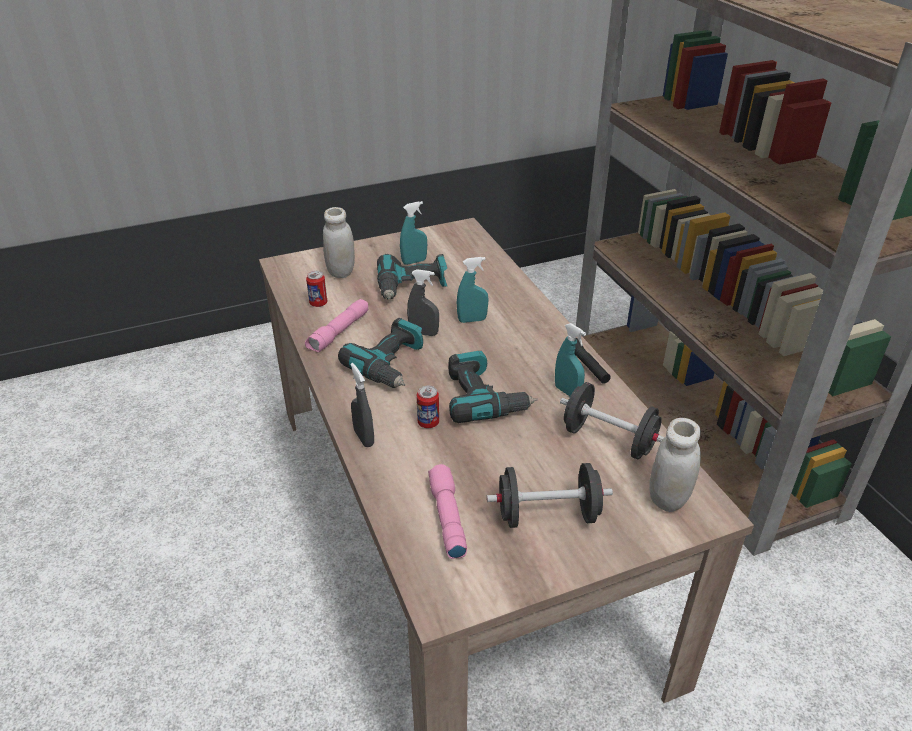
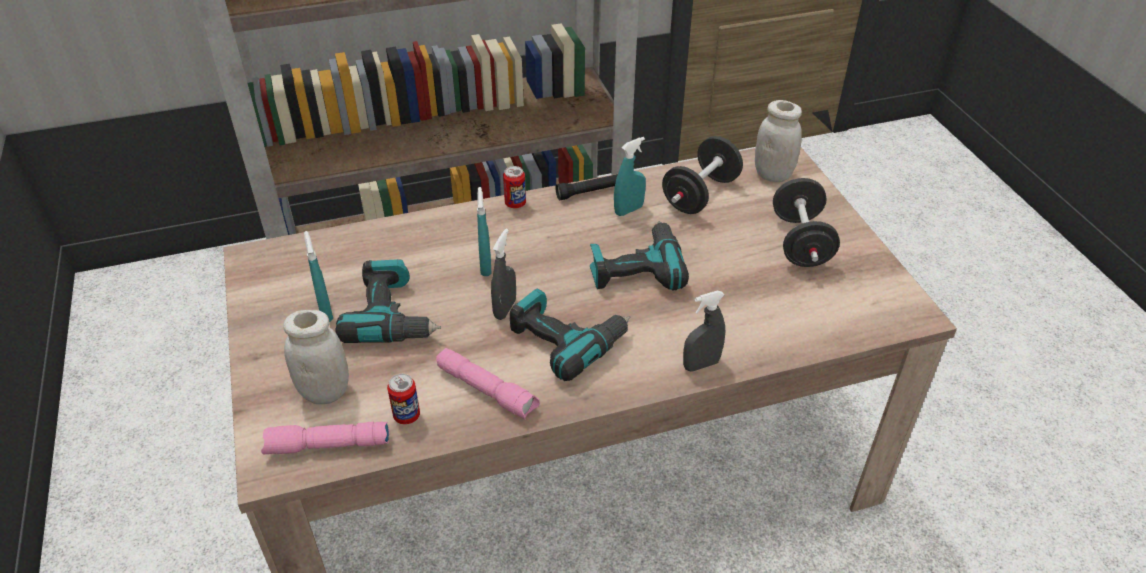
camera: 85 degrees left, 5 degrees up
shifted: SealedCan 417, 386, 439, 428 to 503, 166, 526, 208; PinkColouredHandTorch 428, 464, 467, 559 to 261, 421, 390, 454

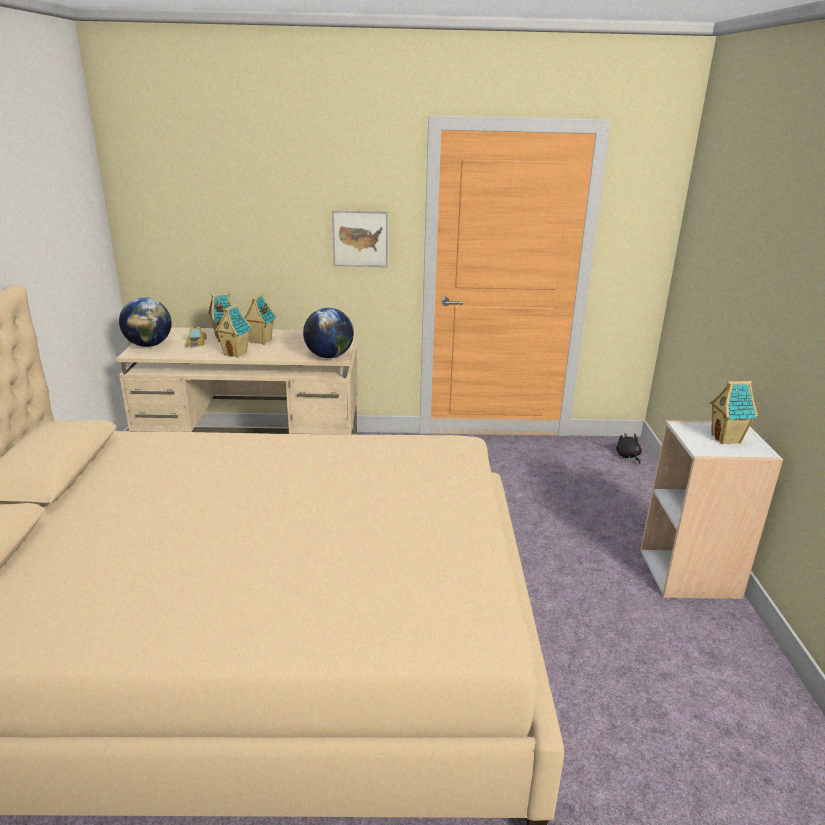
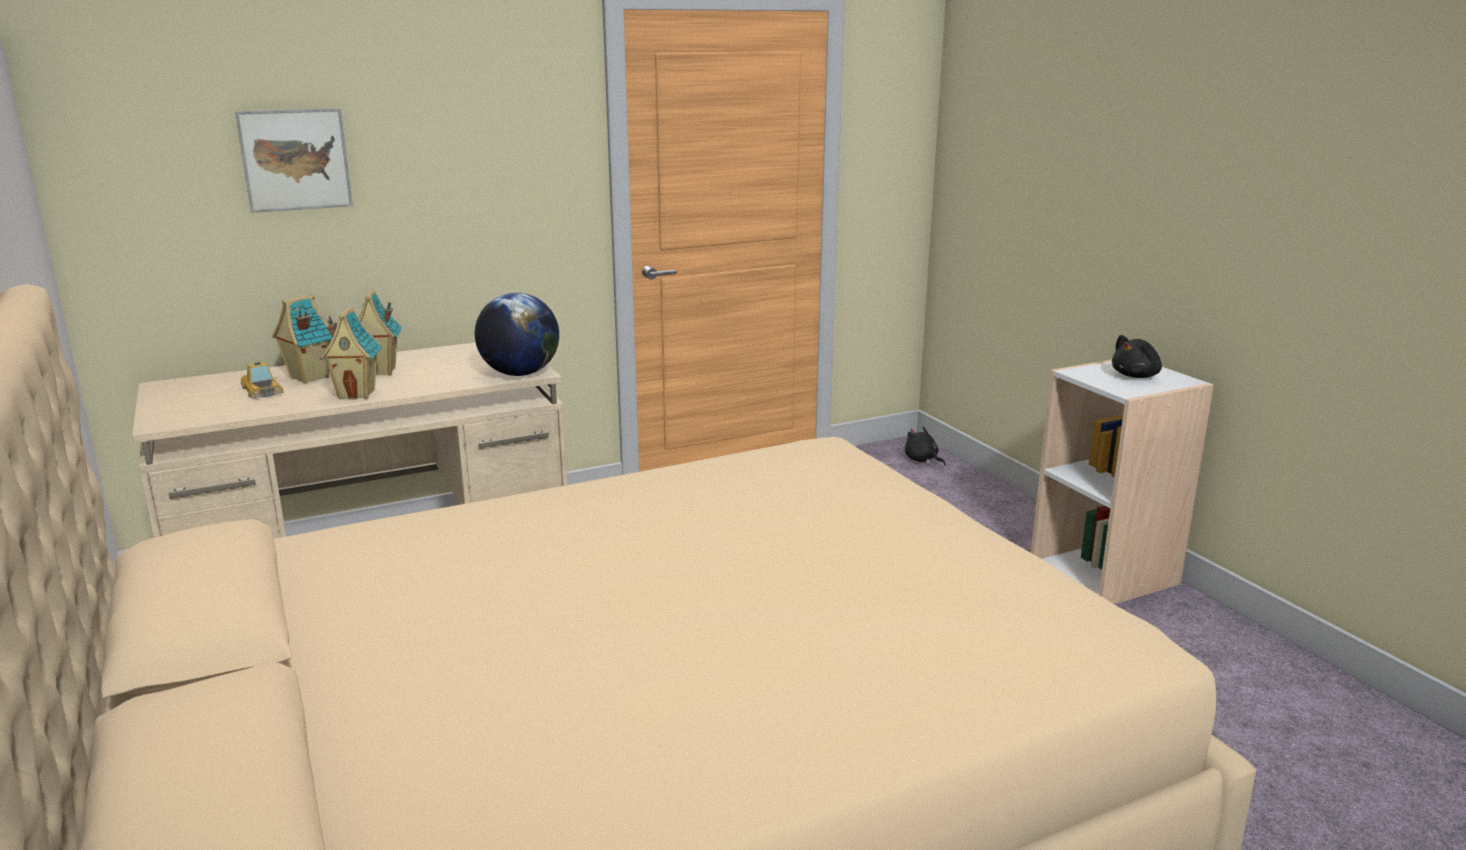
camera: 25 degrees left, 5 degrees down
gone: Globe 119, 297, 172, 347
shifted: WallPicture 332, 210, 388, 267 to 235, 108, 353, 213
swapped: ToyHouse 710, 381, 758, 444 to BlackColouredCuddlyToy 1112, 335, 1162, 378

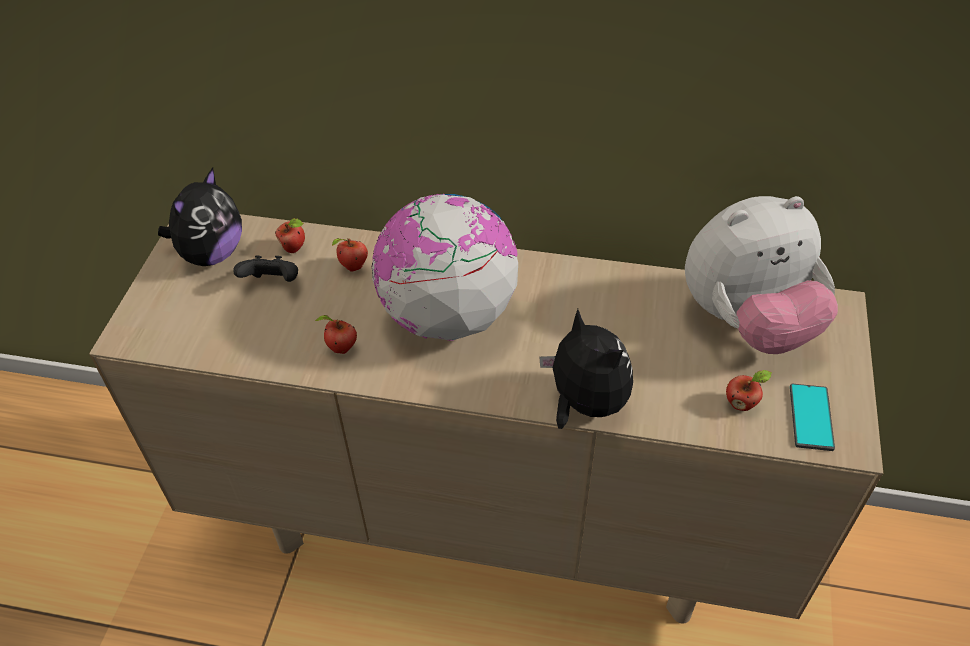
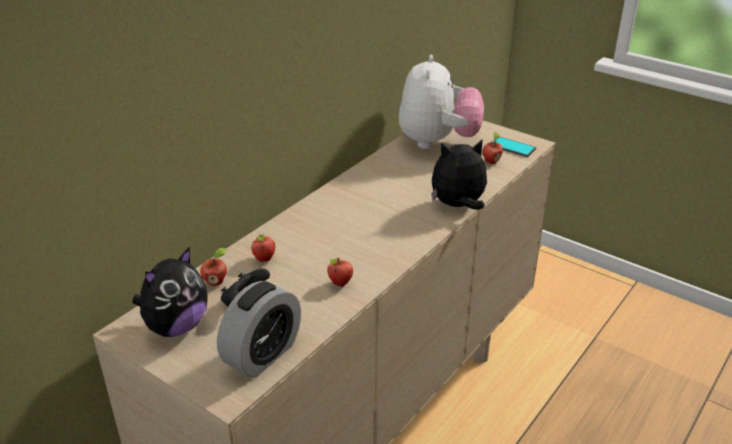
camera: 65 degrees left, 15 degrees down
gone: Globe 372, 194, 518, 341
new: AlarmClock 217, 281, 301, 378
rotated: CuddlyToy 158, 167, 242, 266 = 132, 247, 208, 337 75 degrees clockwise

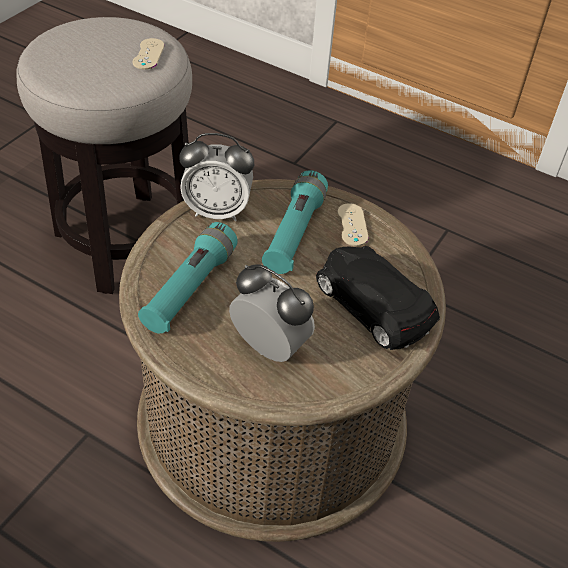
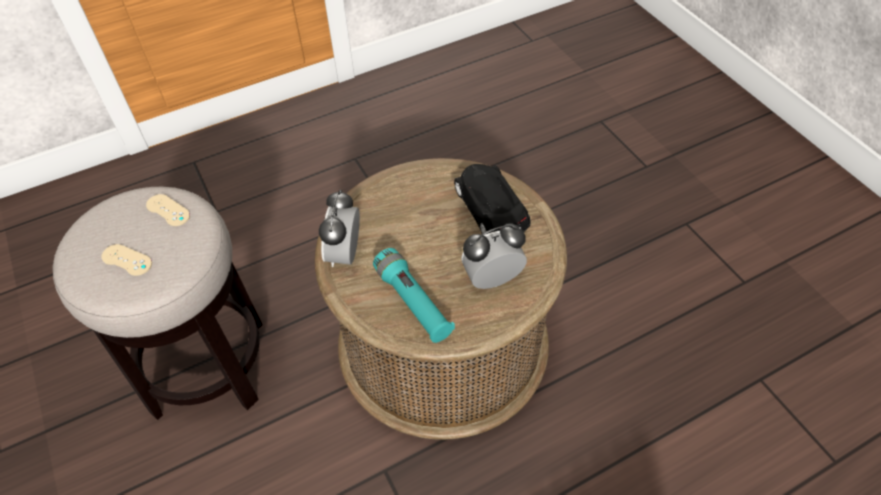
camera: 55 degrees left, 5 degrees up
gone: TurquoiseColouredHandTorch 262, 170, 328, 274
shifted: BeigeGameController 337, 203, 368, 246 to 101, 244, 152, 276
rotated: AlarmClock 179, 133, 254, 221 = 319, 189, 360, 267 150 degrees clockwise; BlackColouredModelCar 316, 246, 440, 350 = 454, 164, 531, 235 75 degrees clockwise

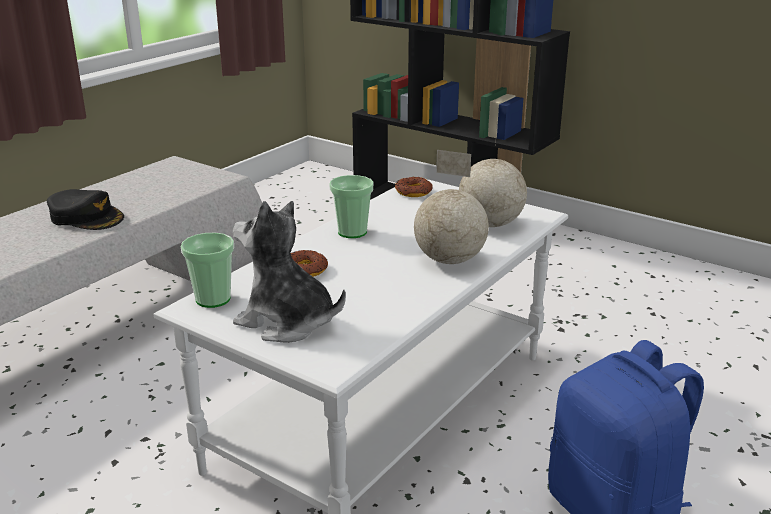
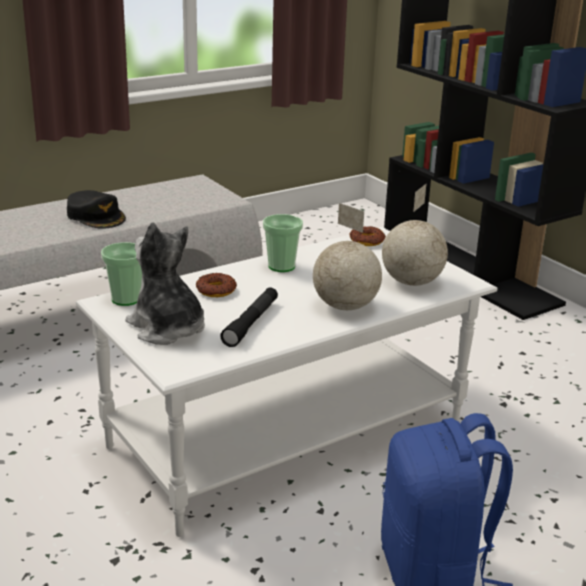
camera: 20 degrees right, 0 degrees up
new: BlackColouredHandTorch 220, 287, 278, 347

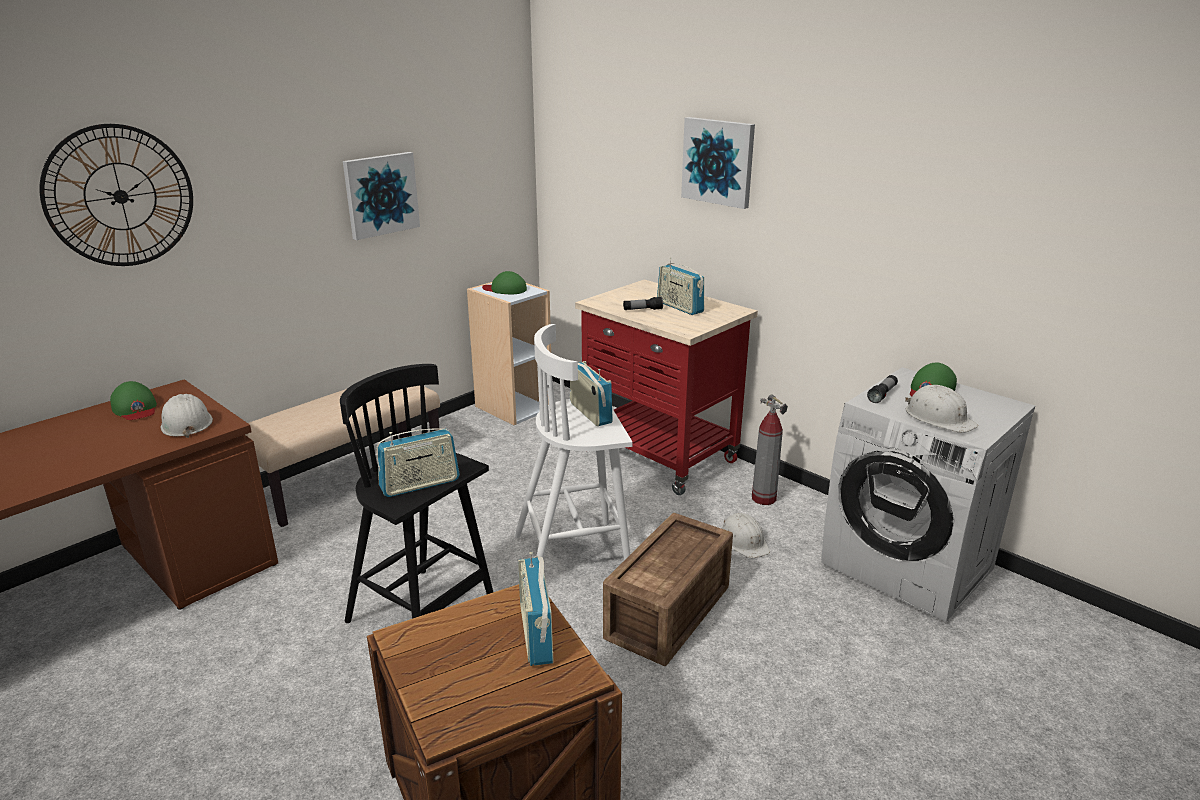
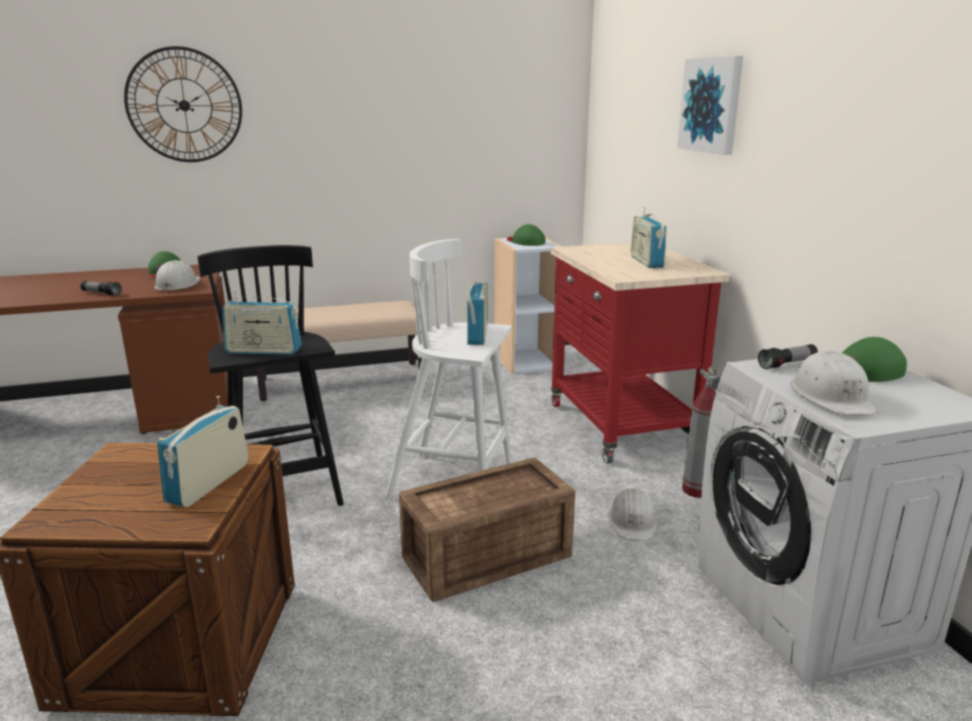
camera: 30 degrees right, 5 degrees down
gone: WallPicture 343, 152, 420, 240
shifted: HandTorch 623, 297, 663, 310 to 80, 281, 121, 296

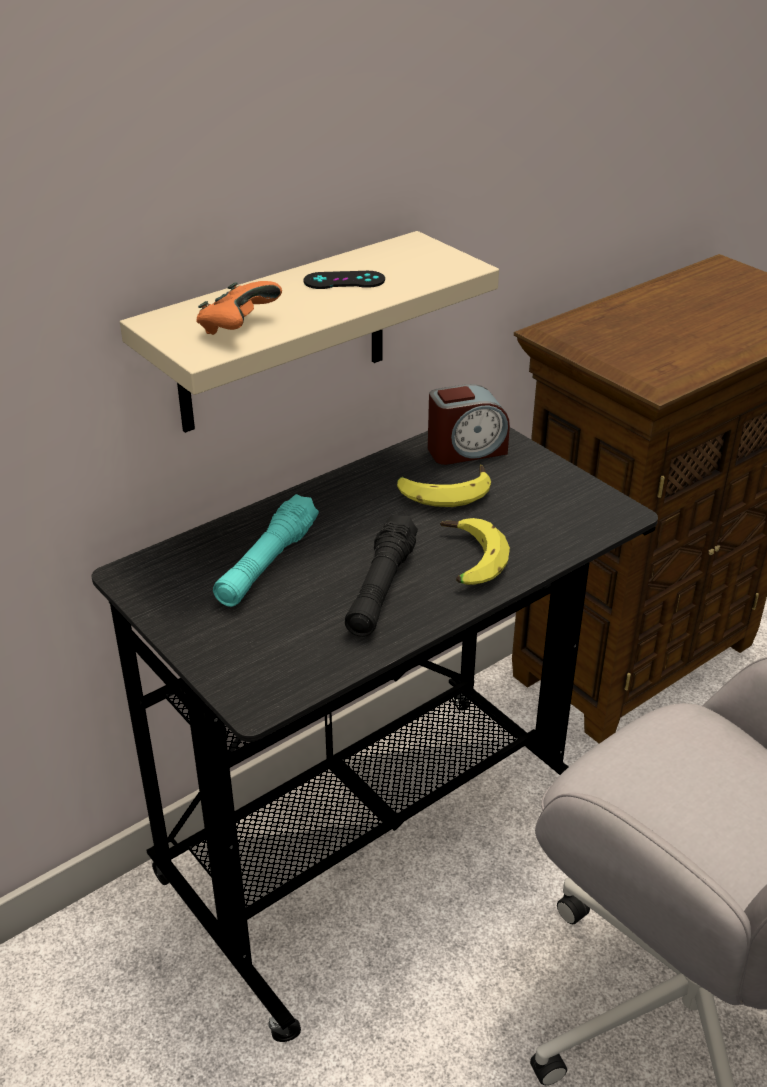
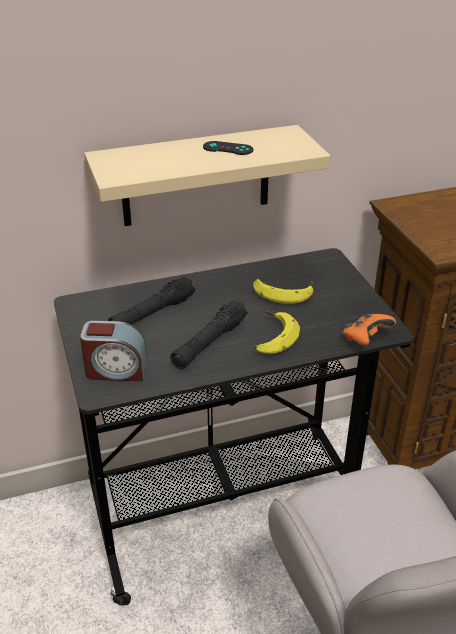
camera: 20 degrees right, 0 degrees up
shifted: OrangeGameController 196, 281, 282, 335 to 343, 314, 396, 345; AlarmClock 428, 384, 510, 465 to 80, 321, 147, 381
repainted: TurquoiseColouredHandTorch 213, 494, 319, 607 to BlackColouredHandTorch 108, 276, 195, 325

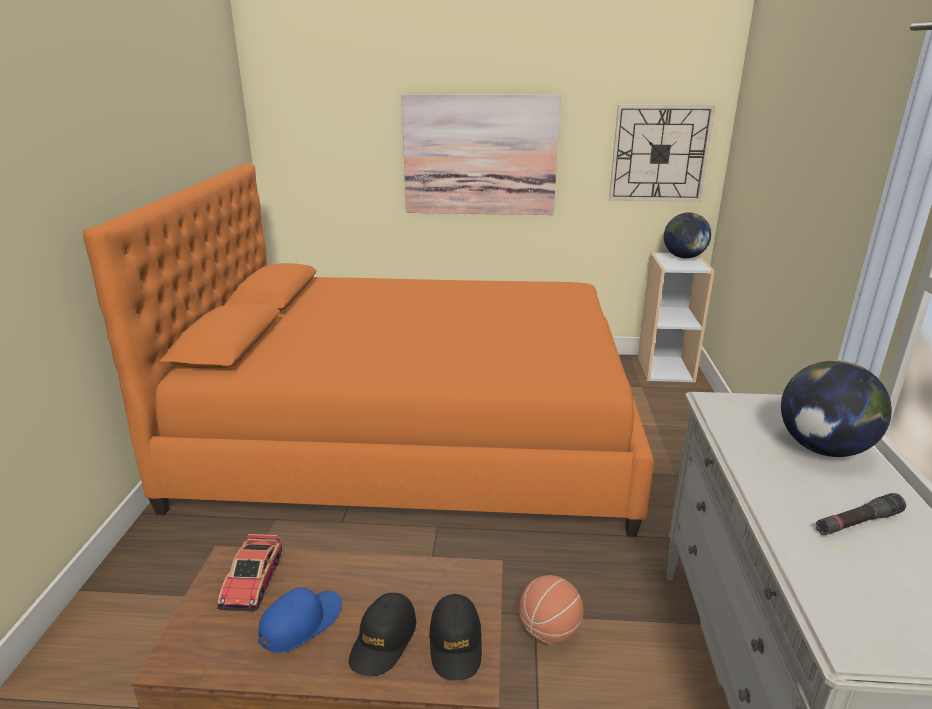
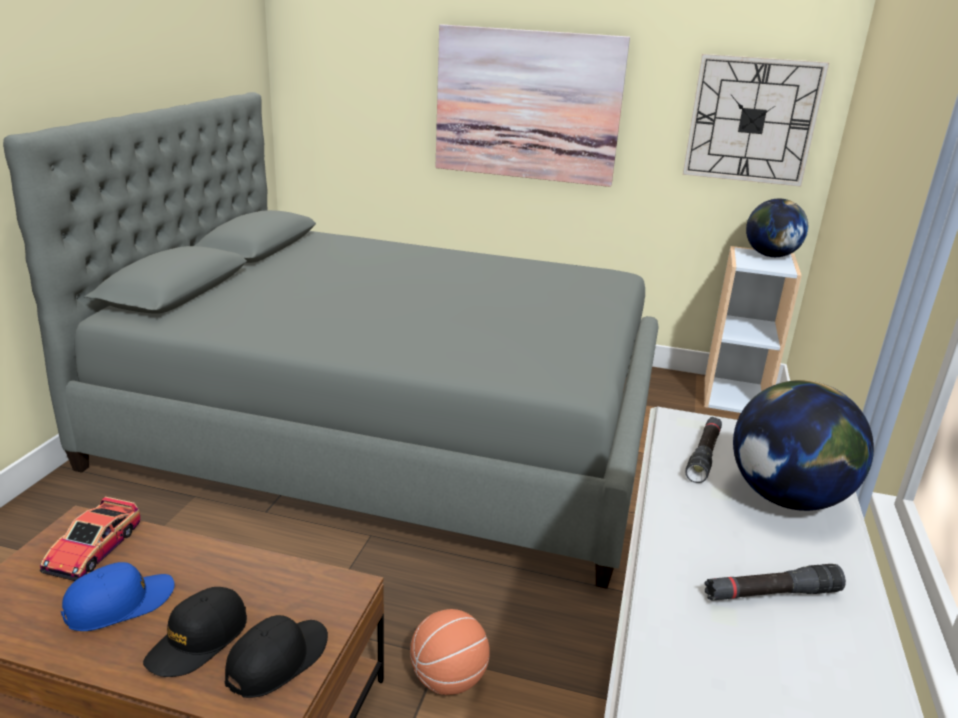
camera: 10 degrees right, 0 degrees up
new: BlackColouredHandTorch 686, 417, 722, 483
repainted: OrangeBed 83, 163, 654, 537 to GrayBed 3, 92, 659, 589
rotated: BlackColouredBaseballCap 429, 594, 482, 680 = 225, 615, 328, 698 150 degrees counterclockwise

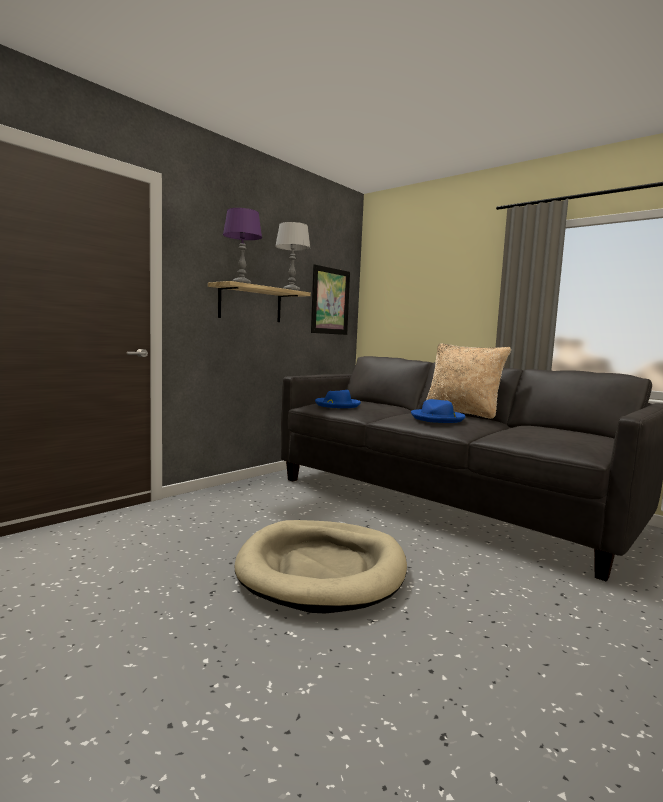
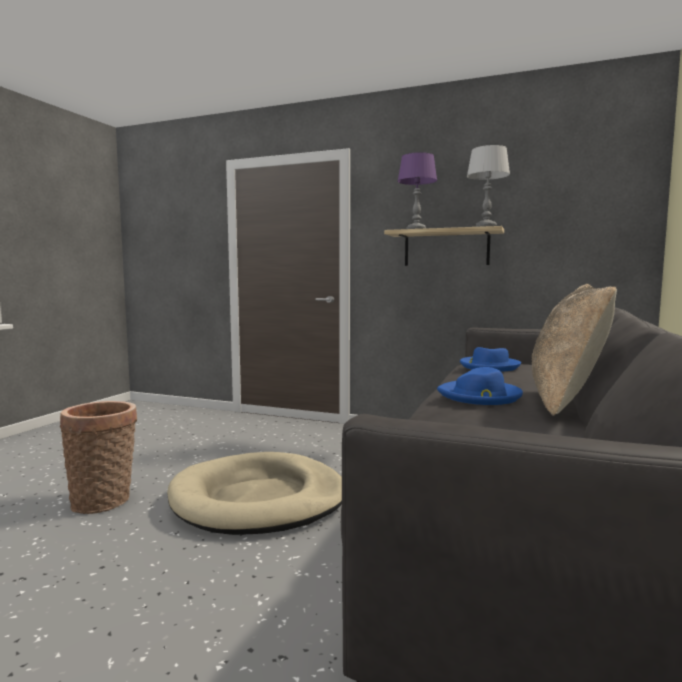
camera: 70 degrees right, 0 degrees up
gone: WallPicture 311, 264, 350, 335
new: StorageBasket 60, 401, 137, 514

